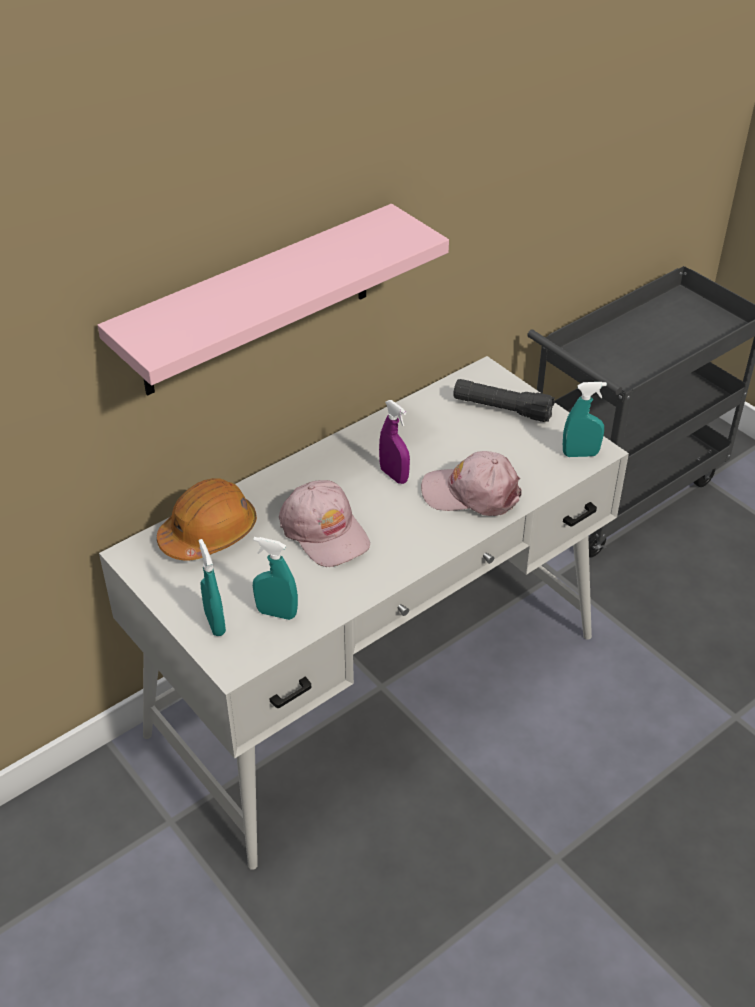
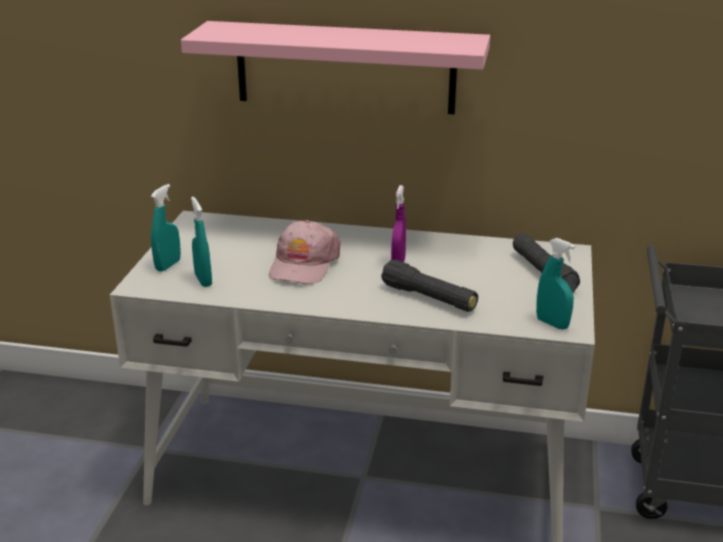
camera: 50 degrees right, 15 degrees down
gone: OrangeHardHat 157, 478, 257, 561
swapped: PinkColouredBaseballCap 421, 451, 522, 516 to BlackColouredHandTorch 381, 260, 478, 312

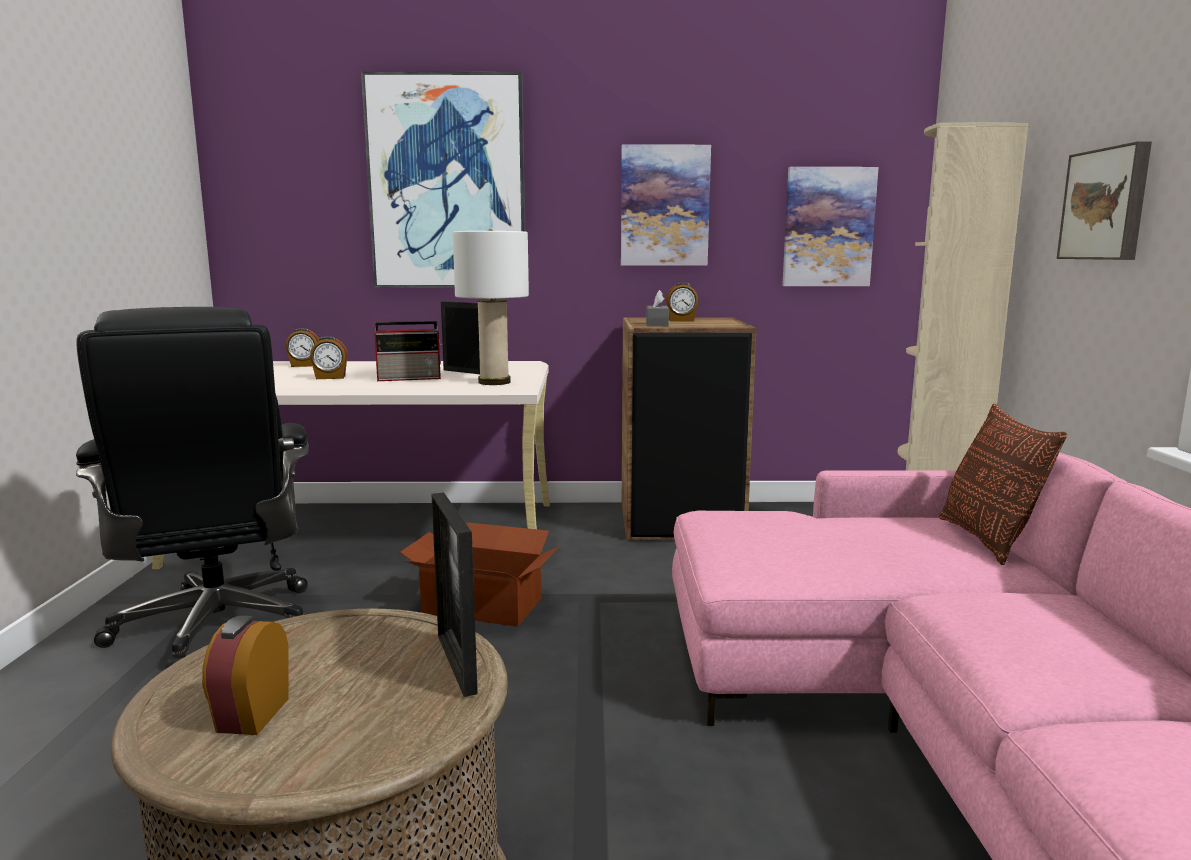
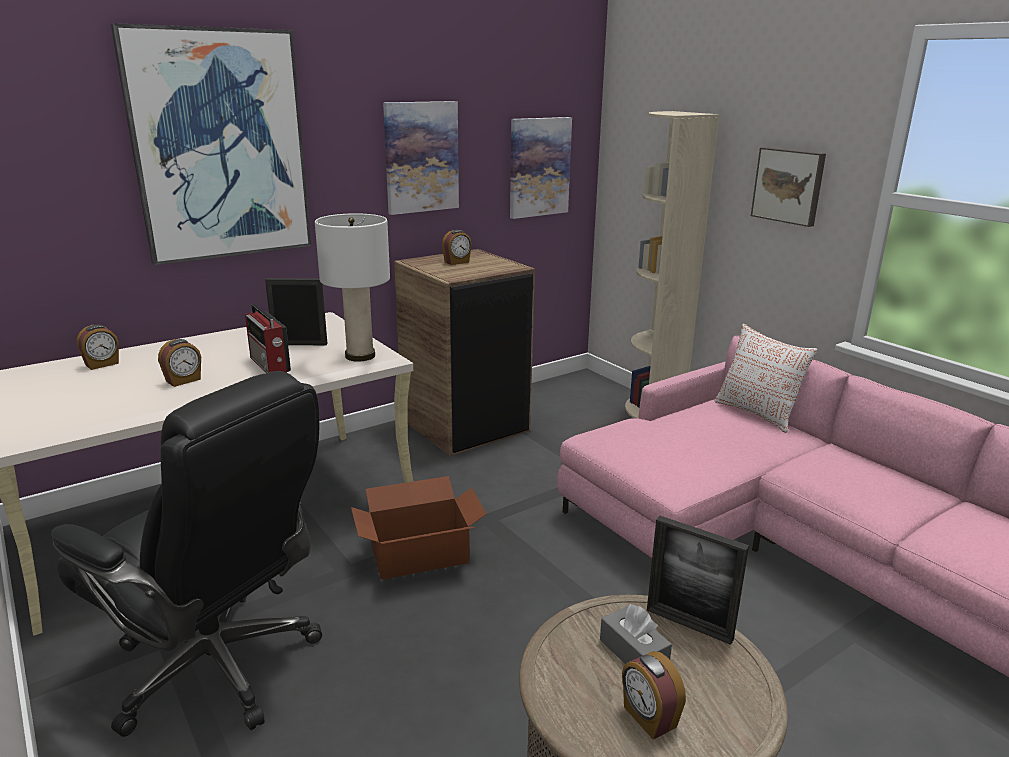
camera: 35 degrees left, 10 degrees up
shifted: GrayTissueBox 646, 290, 669, 326 to 600, 604, 672, 664
repainted: BrownColouredPillow 939, 403, 1067, 565 to WhitishPillow 715, 324, 817, 433
rotated: Radio 374, 321, 442, 381 = 245, 304, 291, 373 105 degrees clockwise

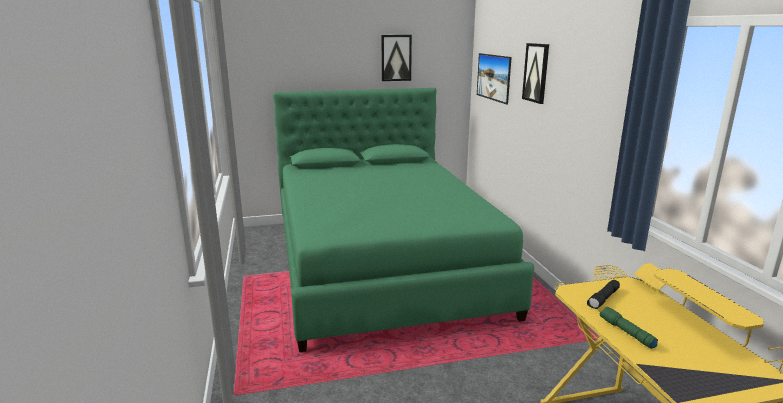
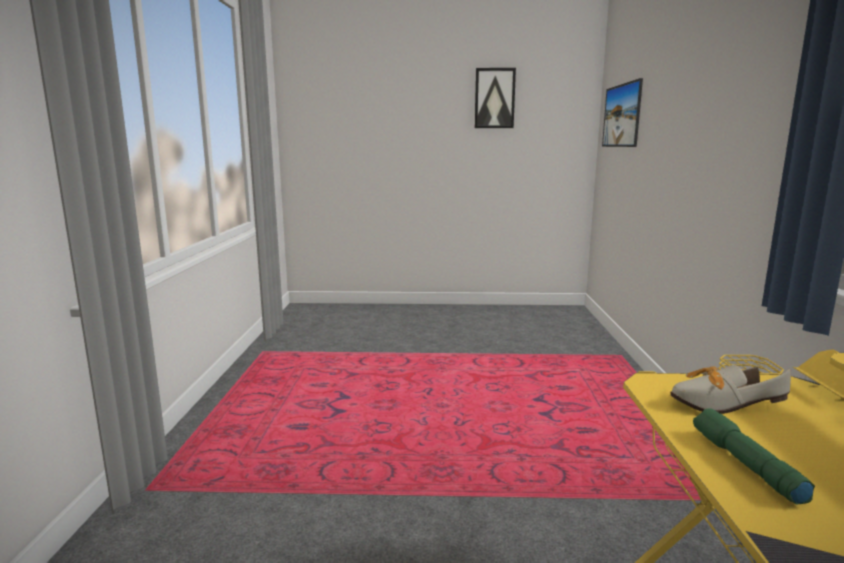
camera: 15 degrees right, 5 degrees down
gone: WallPicture 522, 43, 549, 104; GreenBed 273, 88, 535, 352
swapped: BlackColouredHandTorch 587, 280, 620, 309 to ItemOfFootwear 670, 365, 791, 414

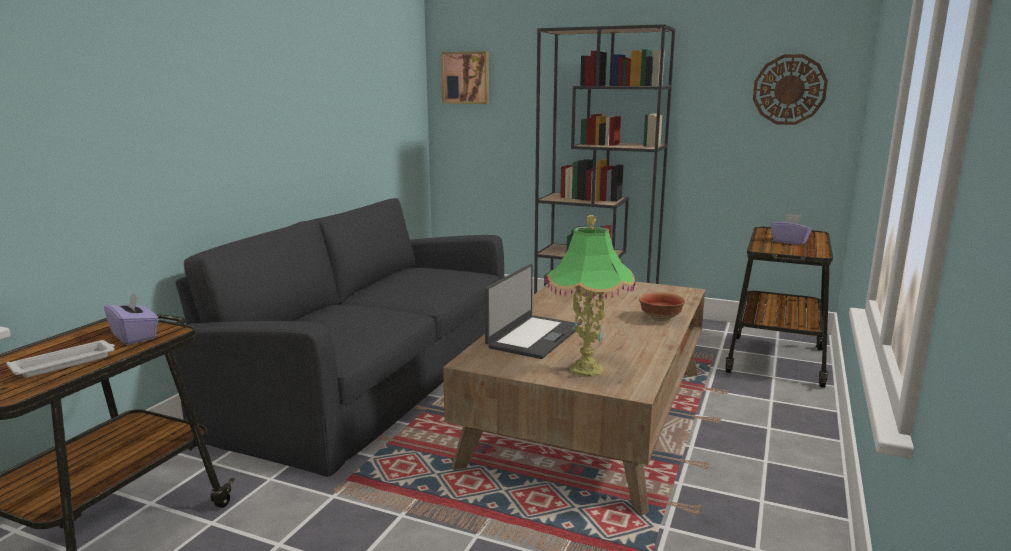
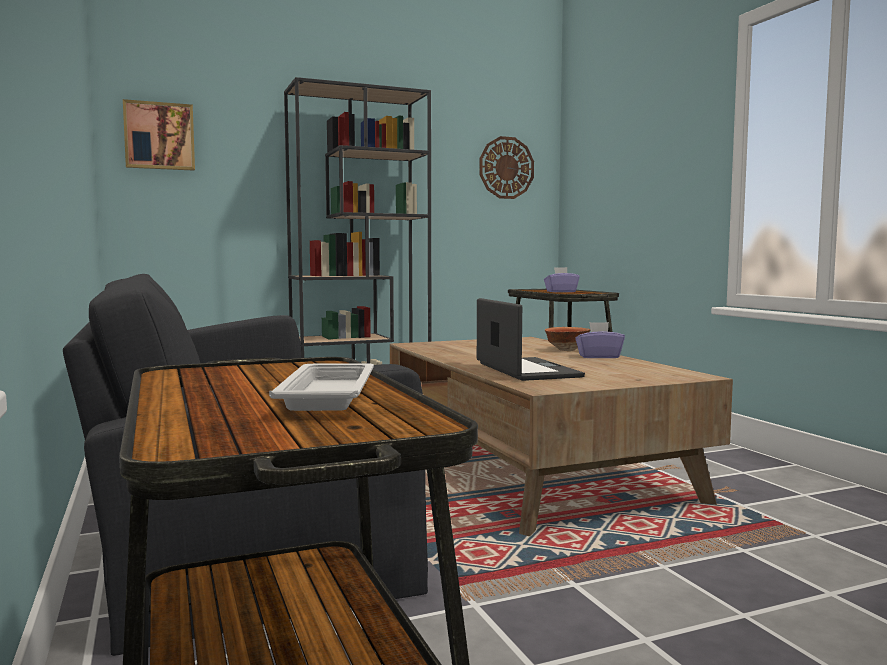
camera: 45 degrees left, 10 degrees down
gone: TableLamp 545, 215, 635, 377
shifted: PurpleColouredTissueBox 104, 293, 159, 345 to 575, 322, 625, 358

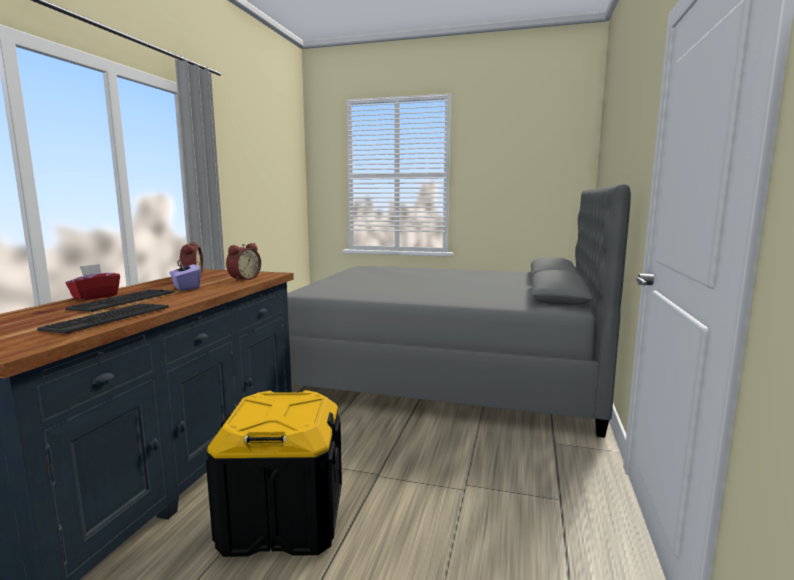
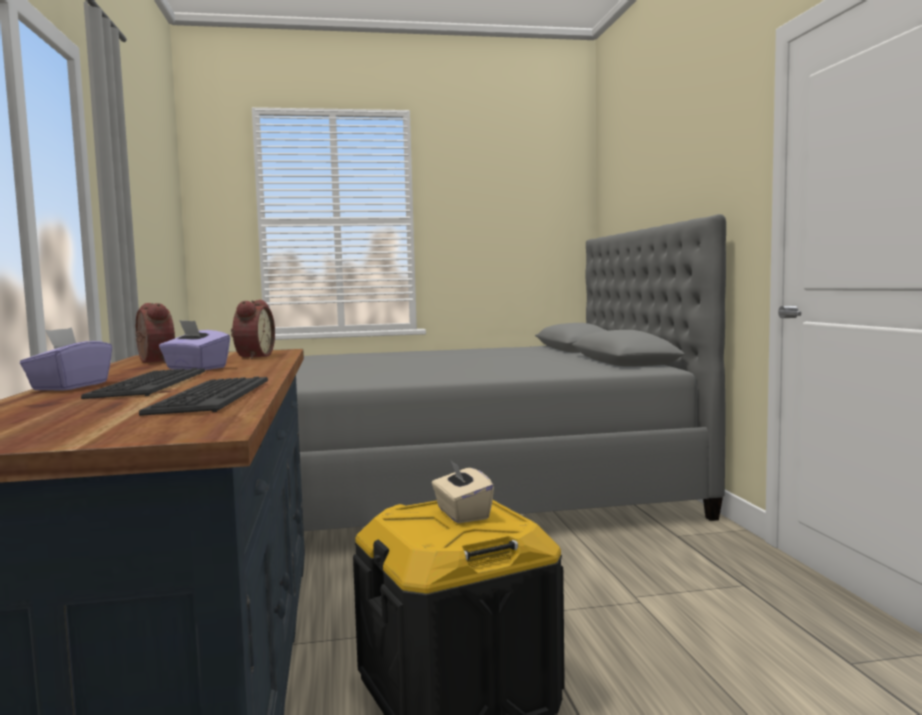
camera: 25 degrees left, 5 degrees down
new: BeigeTissueBox 432, 459, 494, 523
repainted: RedColouredTissueBox 66, 264, 120, 300 to PurpleColouredTissueBox 20, 327, 112, 390

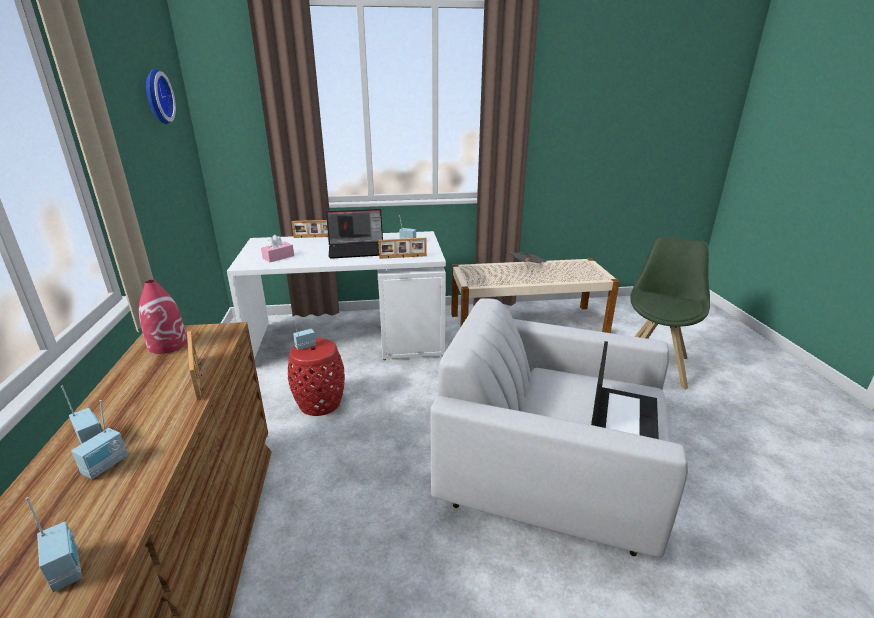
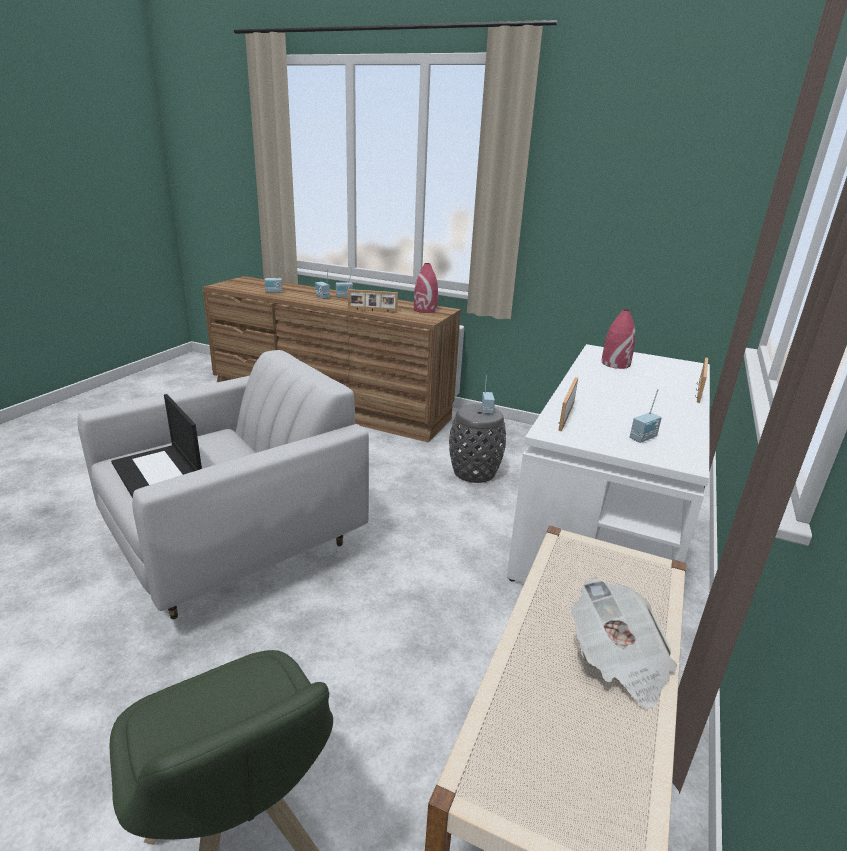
camera: 120 degrees right, 0 degrees up
gone: HangingClock 146, 69, 176, 124; NotebookComputer 326, 209, 383, 259
swapped: PinkColouredTissueBox 261, 235, 294, 262 to RedColouredFlowerVase 601, 309, 636, 369
repainted: RedColouredStool 288, 338, 345, 416 to GrayStool 449, 404, 506, 483

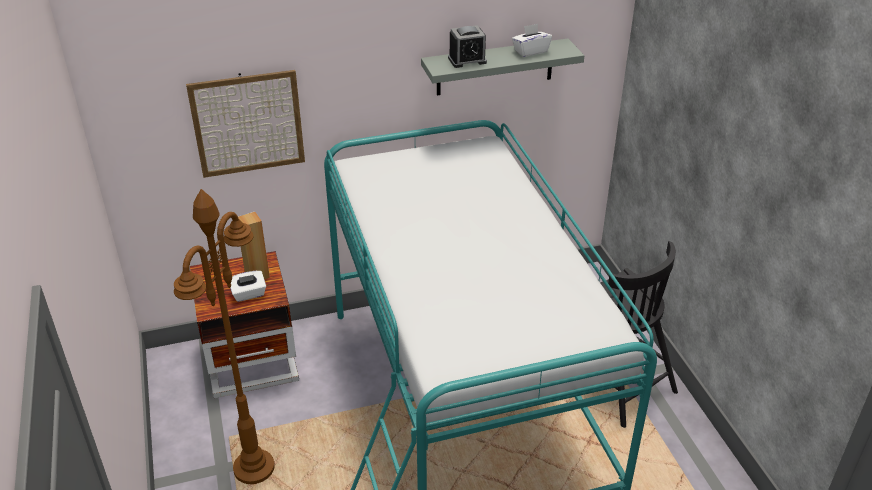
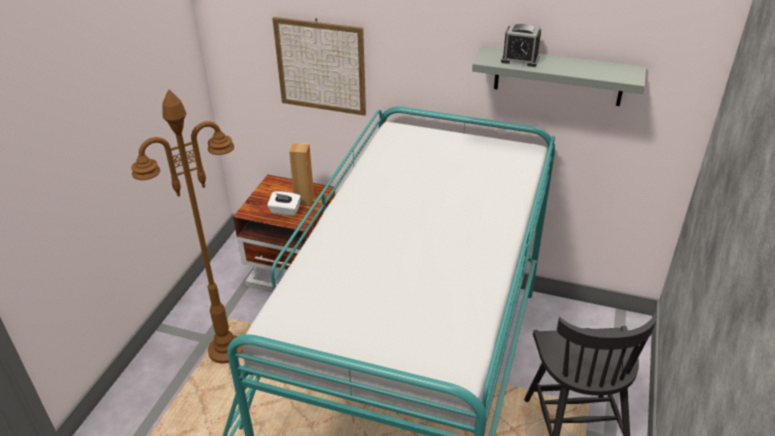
camera: 35 degrees right, 0 degrees up
gone: WhitishTissueBox 512, 24, 552, 57

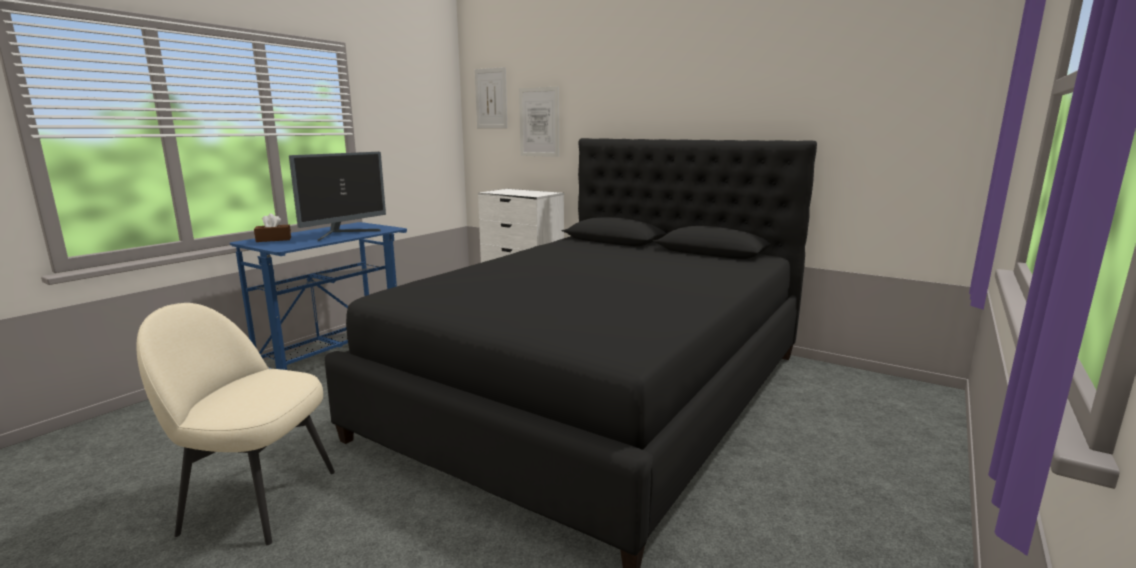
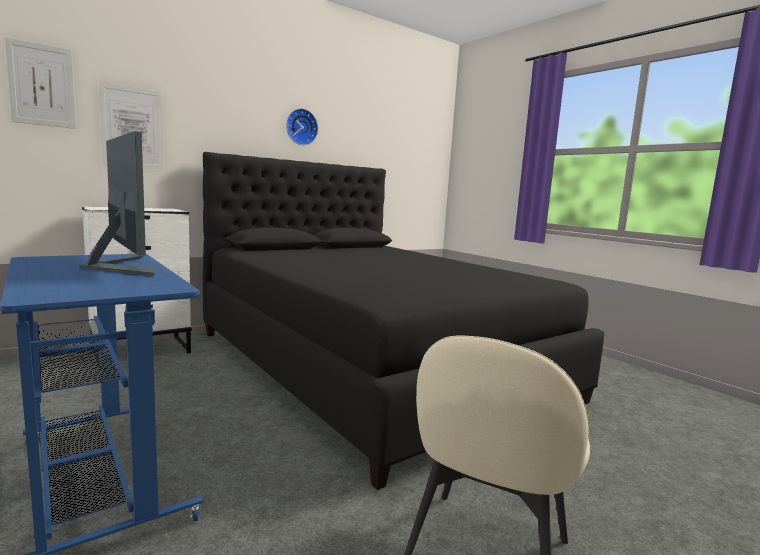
camera: 70 degrees left, 5 degrees down
gone: BrownColouredTissueBox 254, 213, 291, 242
new: HangingClock 286, 108, 318, 145

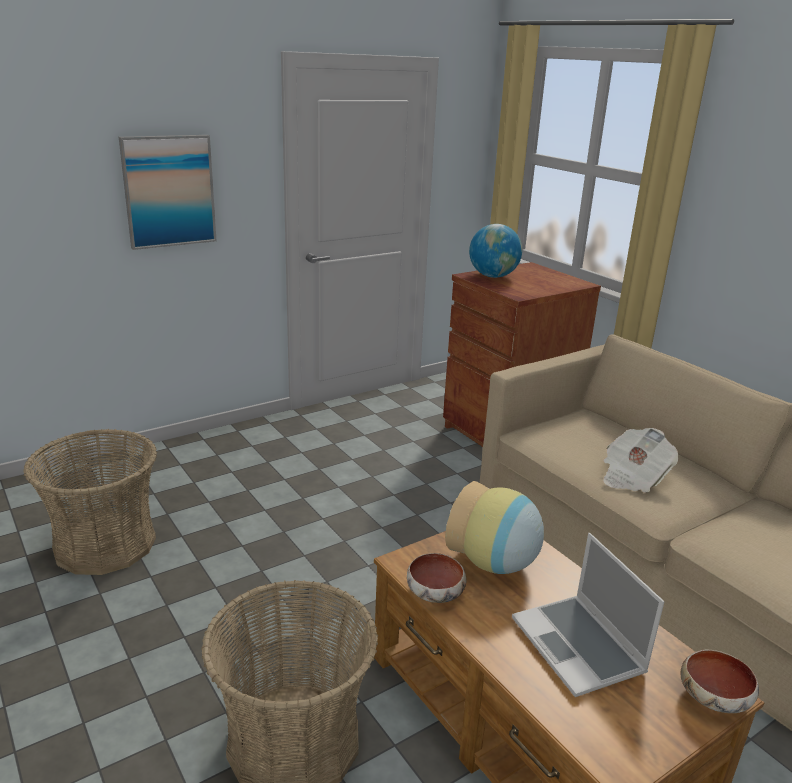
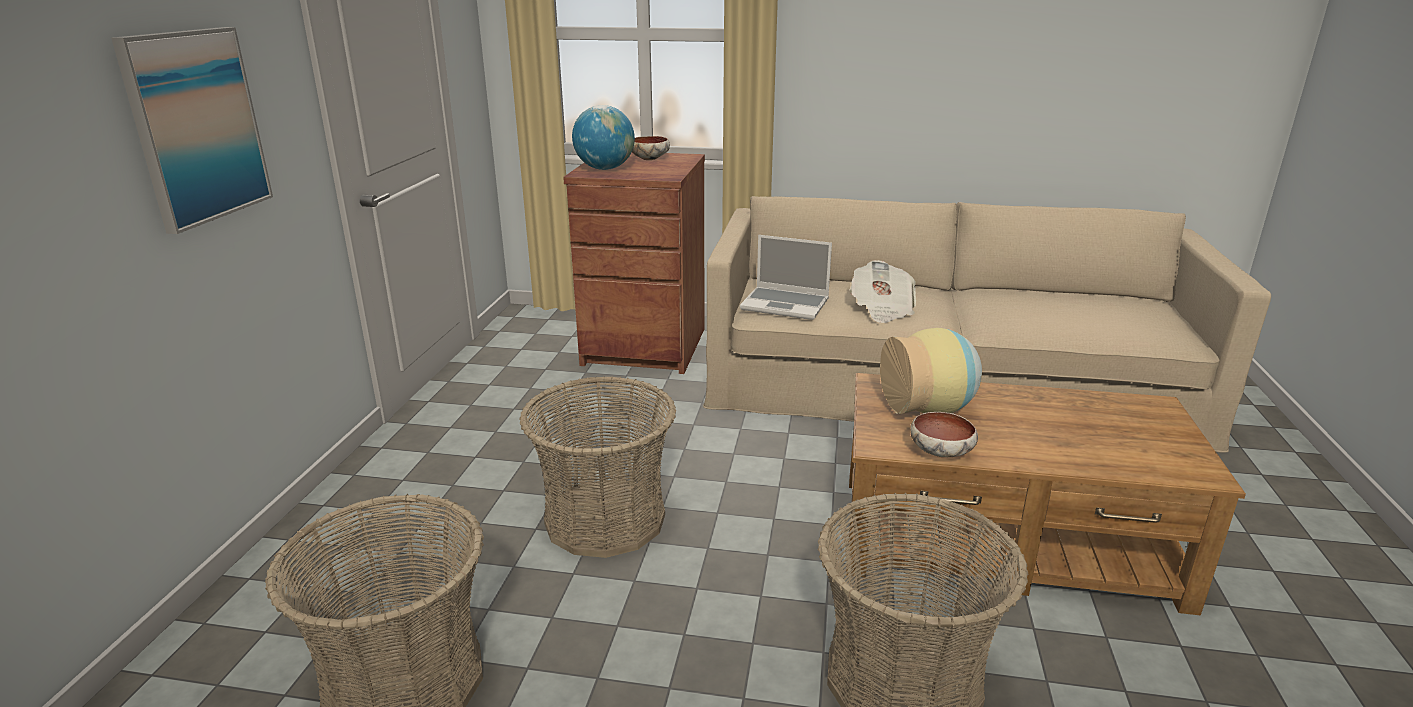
camera: 45 degrees left, 0 degrees up
new: StorageBasket 520, 376, 676, 558
shifted: NotebookComputer 512, 533, 665, 697 to 740, 235, 832, 320; Bowl 681, 649, 759, 713 to 632, 136, 670, 160

